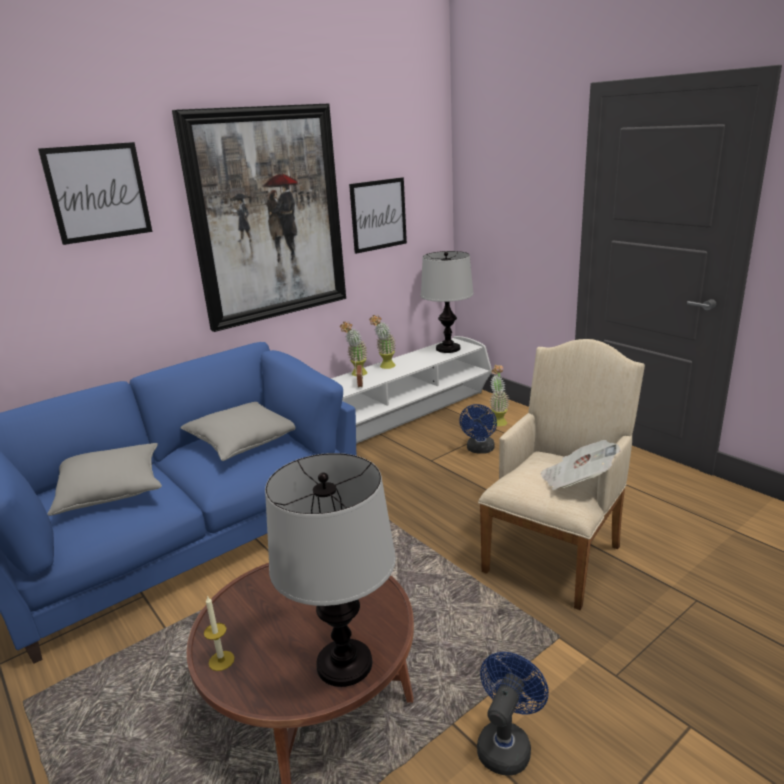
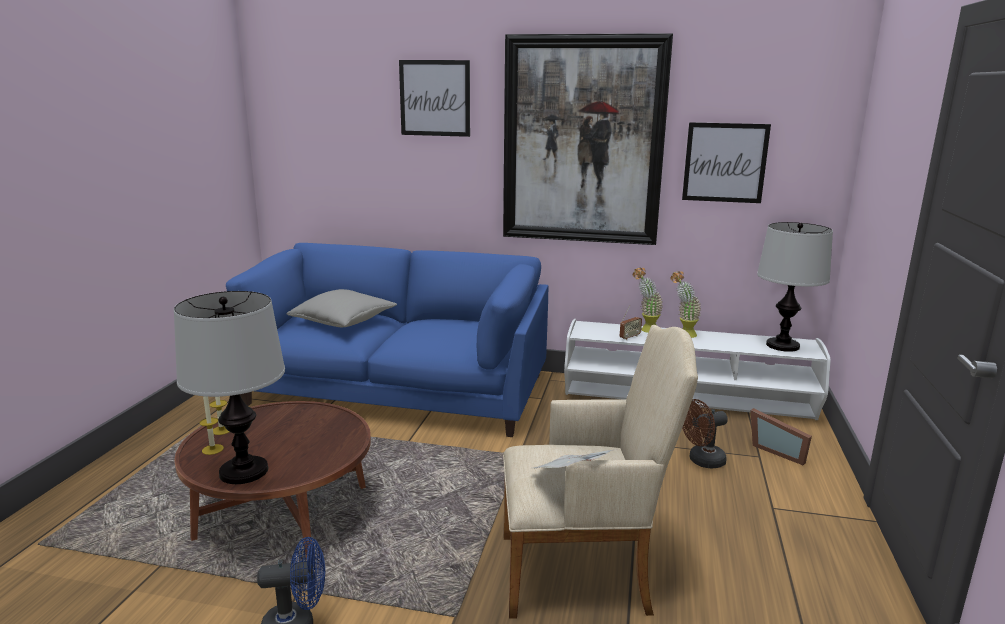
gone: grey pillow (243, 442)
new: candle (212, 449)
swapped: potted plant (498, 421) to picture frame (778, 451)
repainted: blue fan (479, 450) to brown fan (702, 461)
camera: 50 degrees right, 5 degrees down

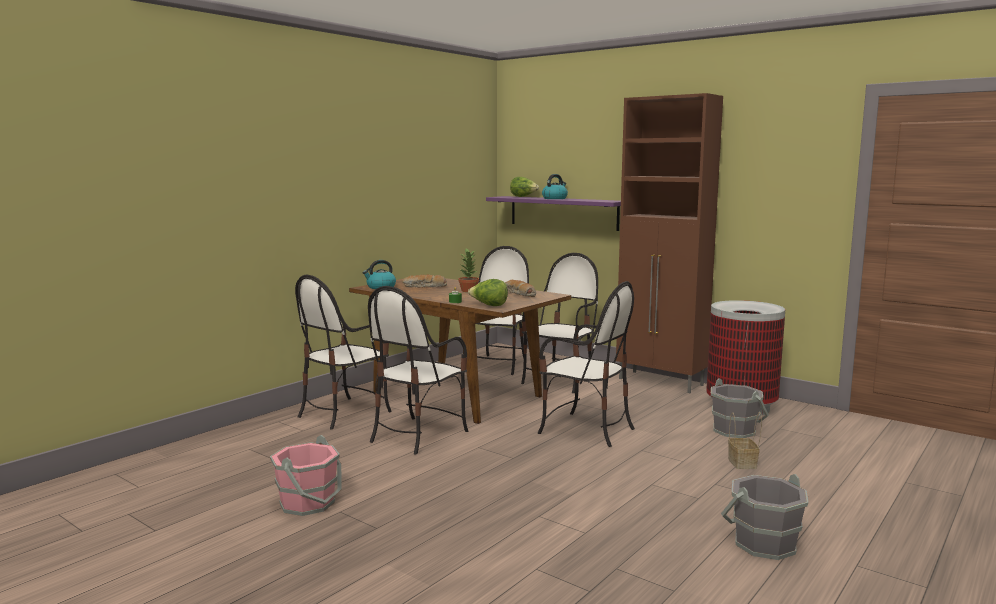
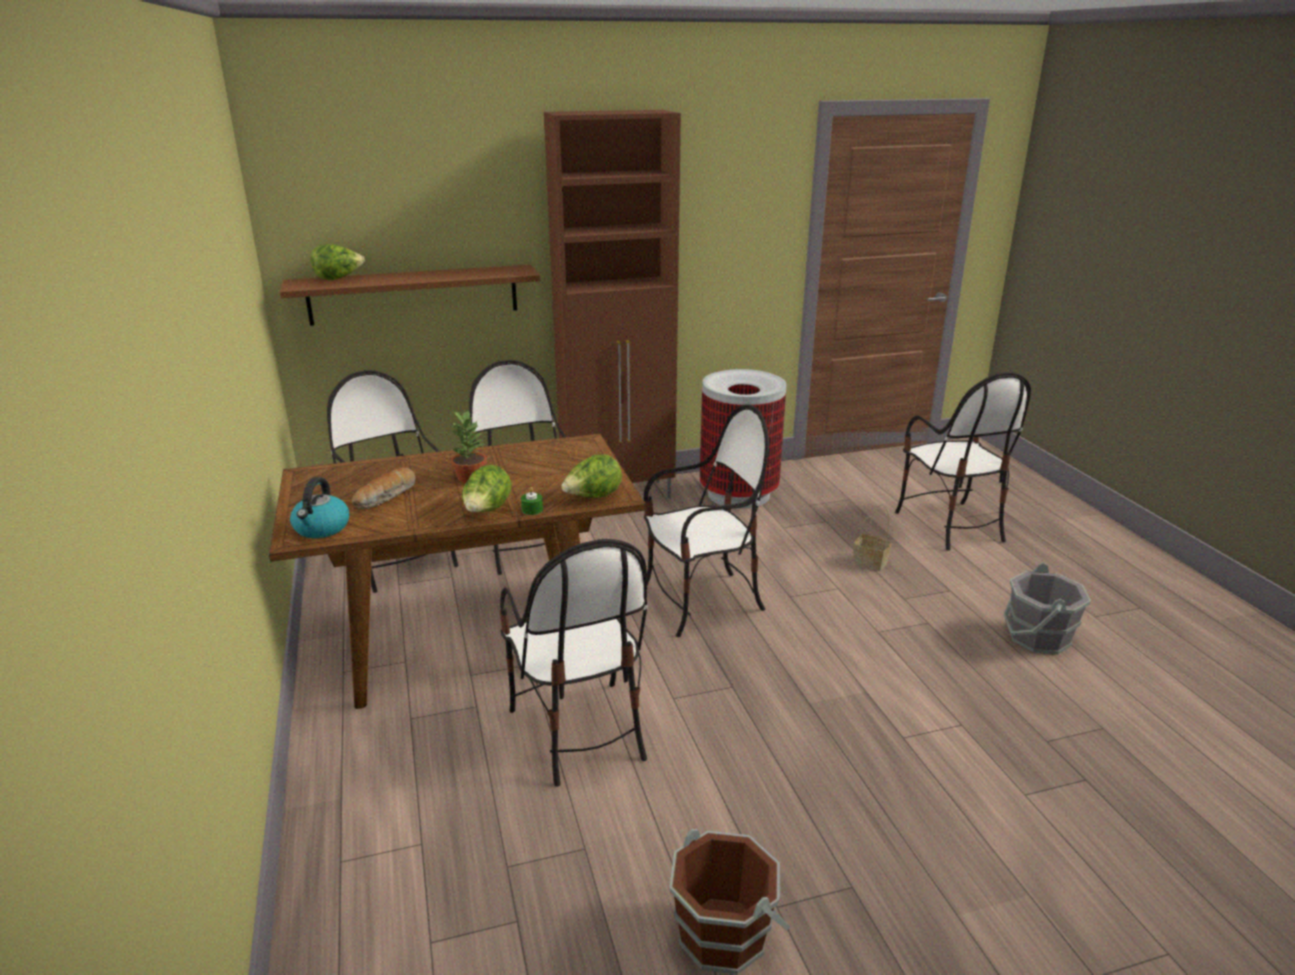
gone: bread (518, 294); kettle (555, 198); grey bucket (734, 430)
new: lettuce (487, 511)
shifted: chair (344, 413) to (949, 525)
repainted: pink bucket (308, 503) to brown bucket (723, 933); purple shelf (563, 212) to brown shelf (414, 294)
camera: 55 degrees left, 15 degrees up

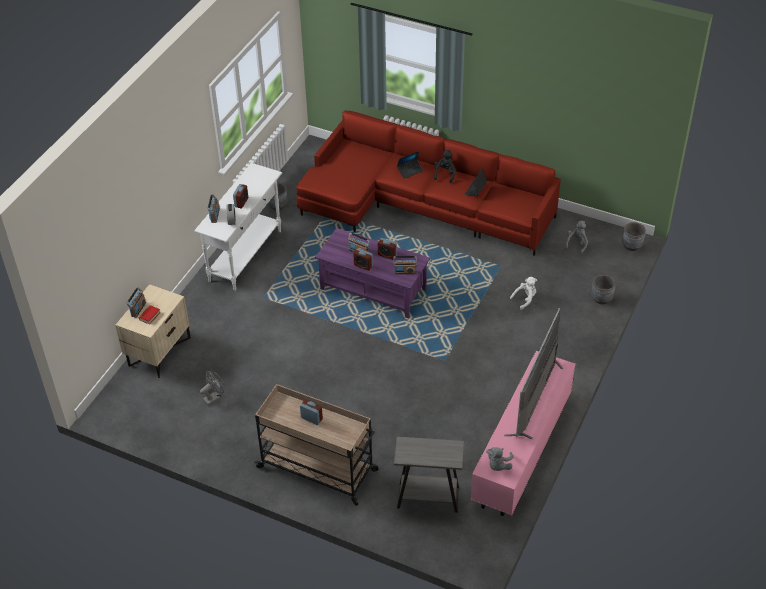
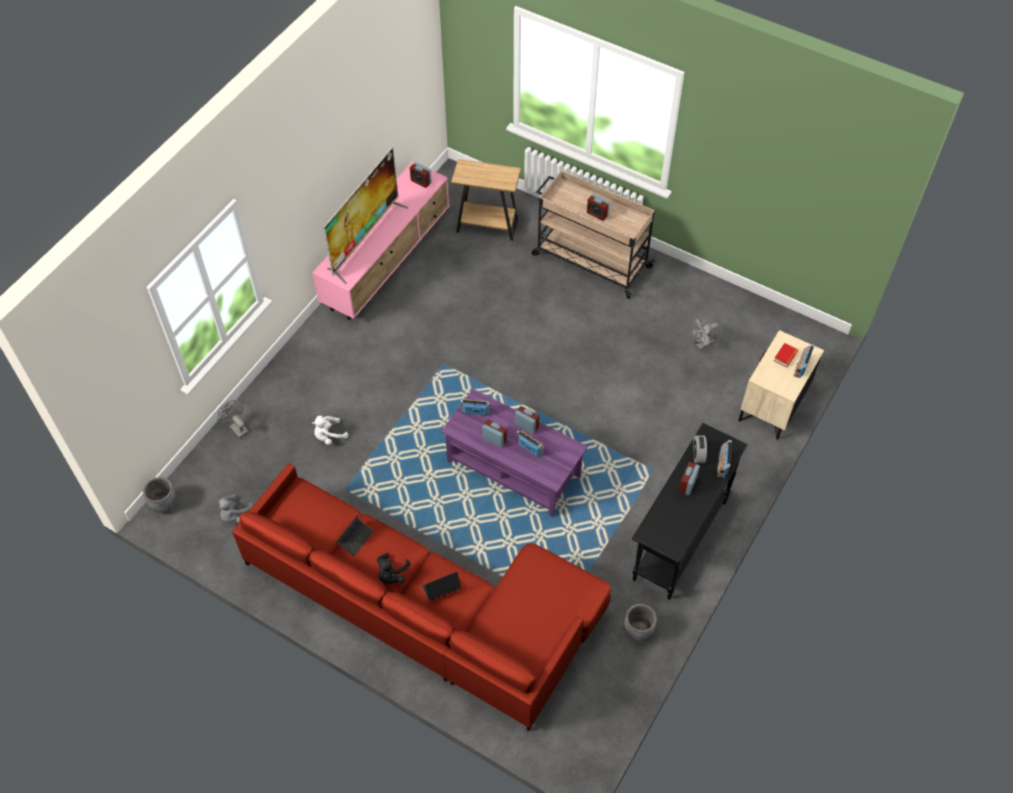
swapped: grey plush toy (498, 465) to alarm clock (421, 181); grey planter (601, 298) to grey fan (237, 427)
repainted: white console table (246, 255) to black console table (679, 540); grey side table (428, 498) to brown side table (487, 226)
camera: 175 degrees left, 10 degrees up

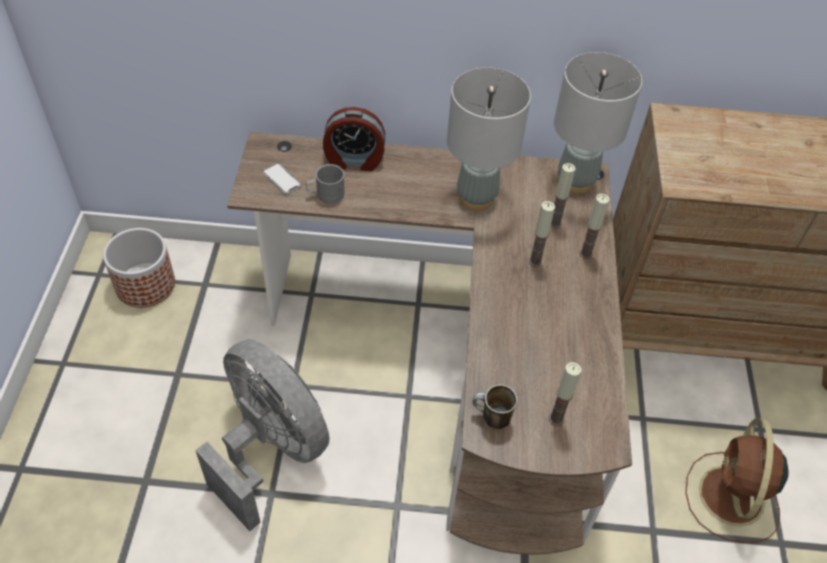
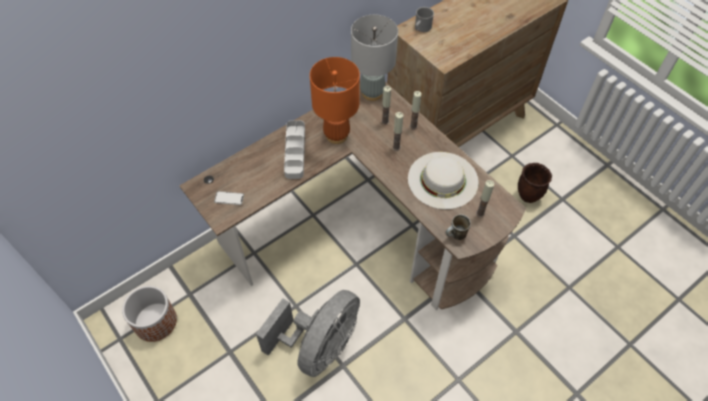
gone: alarm clock (354, 160)
new: grey tray (295, 151); white hat (443, 180)
shifted: grey mug (325, 194) to (421, 28)
swapped: brown fan (731, 498) to brown planter (528, 196)
repainted: grey table lamp (476, 198) to orange table lamp (337, 135)
rotated: grey fan (270, 449) = (319, 346) 120 degrees clockwise
camera: 40 degrees left, 5 degrees up

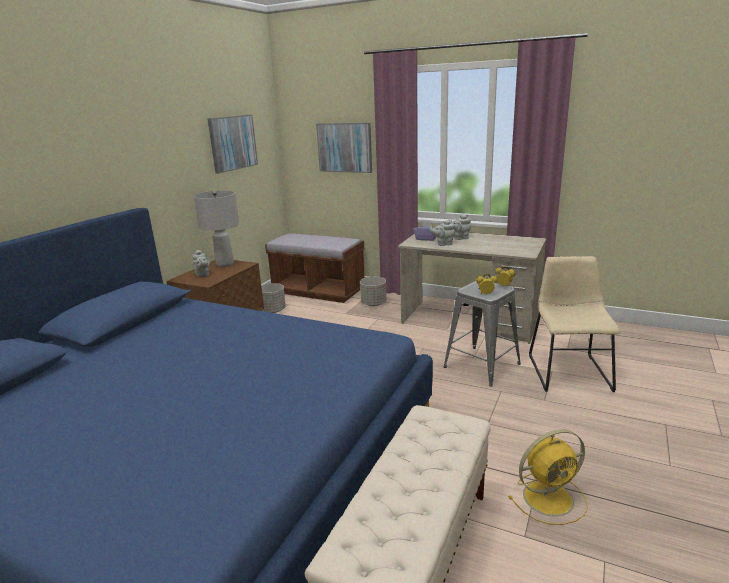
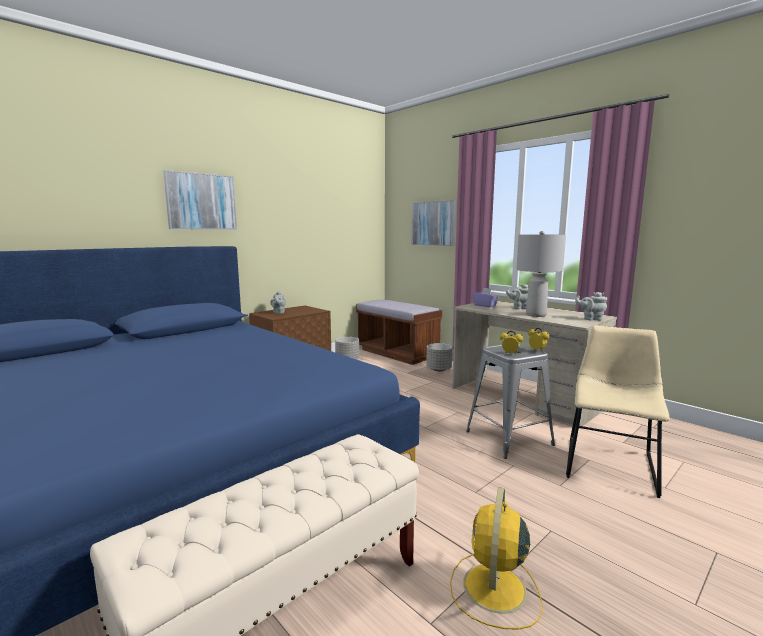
shifted: grey table lamp (225, 264) to (536, 315); picture (232, 143) to (201, 201); grey teapot (443, 244) to (591, 319)
rotated: yellow fan (550, 497) = (494, 590) 105 degrees clockwise
camera: 20 degrees right, 10 degrees down

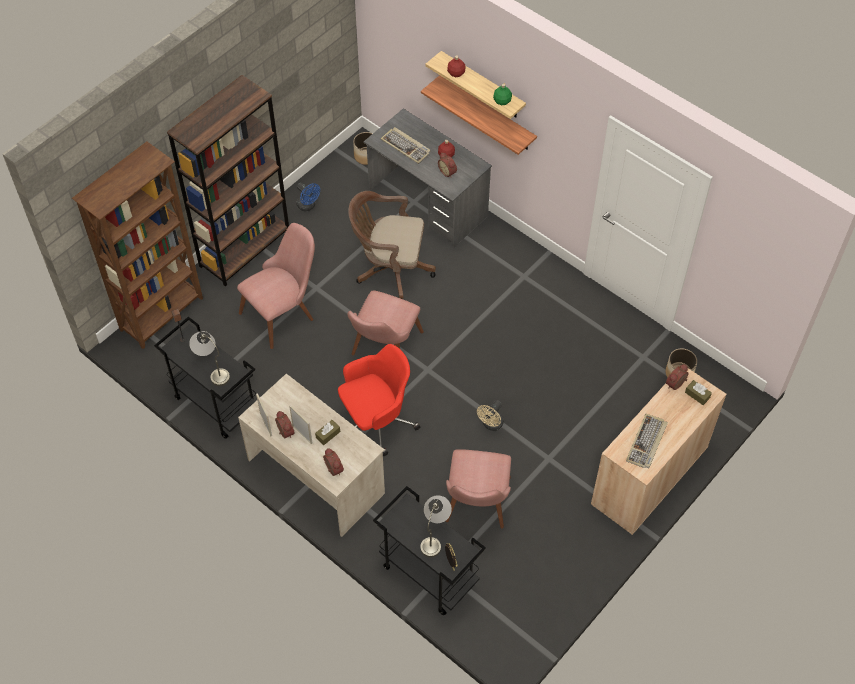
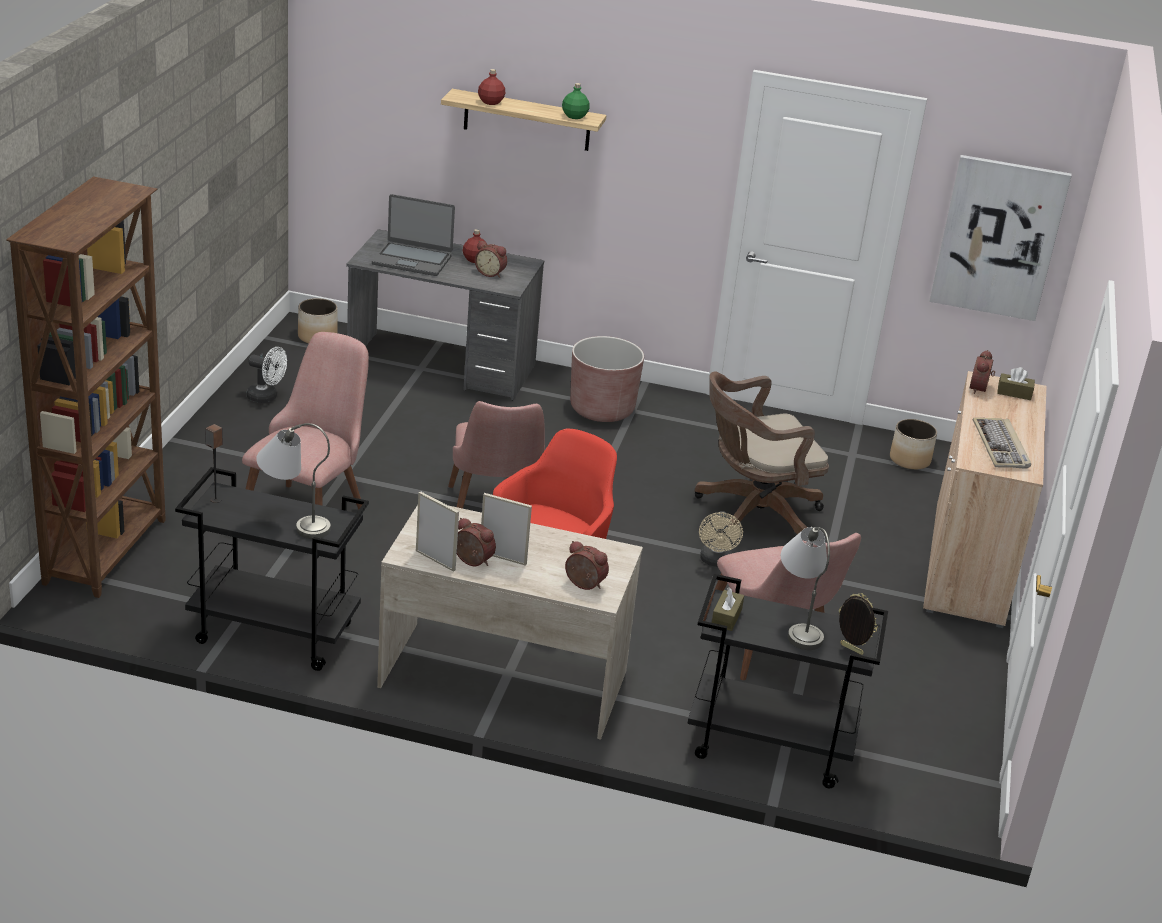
gone: brown bookcase (245, 248); shelf (487, 114)
new: brown planter (602, 409); picture (998, 237)
shifted: brown tissue box (328, 434) to (726, 617); brown office chair (390, 269) to (752, 515)
swapped: keyboard (406, 146) to laptop (412, 260)
repainted: blue fan (308, 206) to white fan (267, 397)
camera: 30 degrees left, 25 degrees down

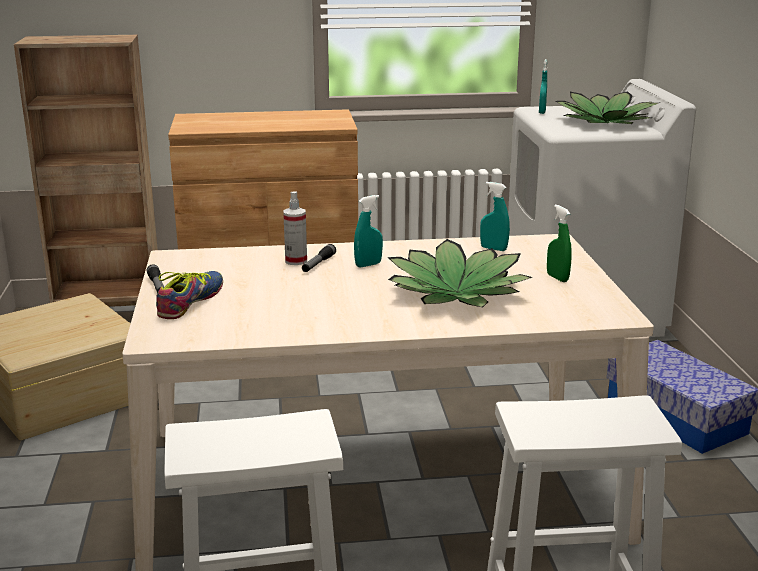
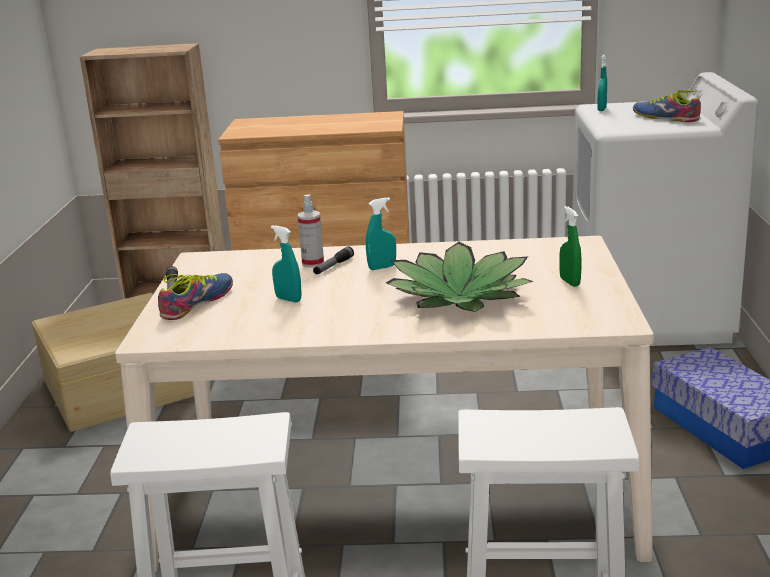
shifted: turquoise spray bottle (493, 249) to (288, 299)
swapped: potted plant (605, 121) to shoe (665, 118)
camera: 10 degrees right, 0 degrees up

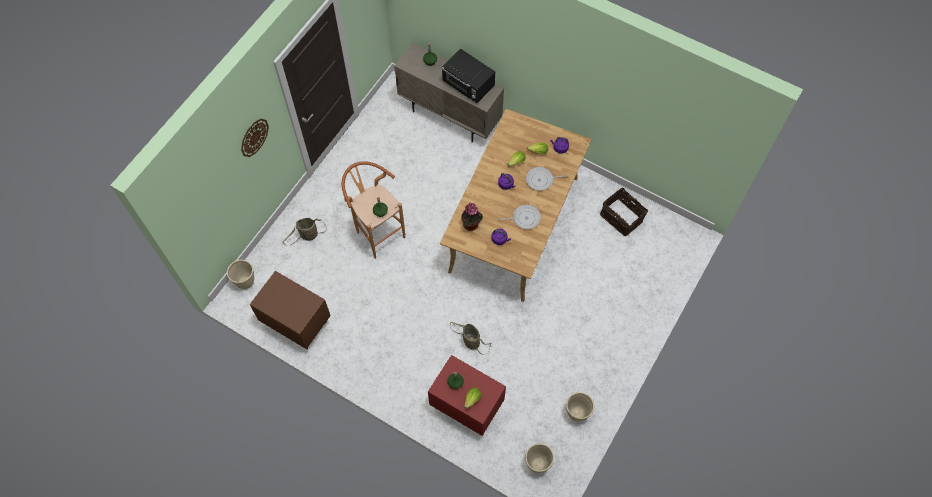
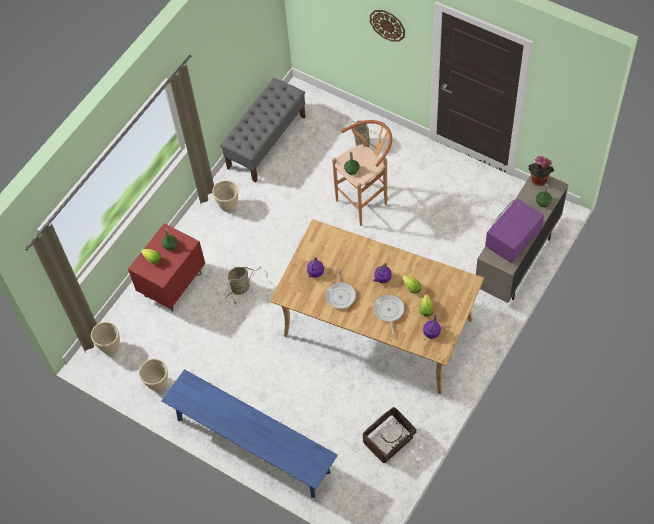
new: blue bench (252, 445)
shifted: beige planter (245, 282) to (228, 205); potted plant (471, 225) to (538, 181)
swapped: brown nightstand (296, 324) to grey bench (266, 142)
repainted: black microwave (468, 86) to purple microwave (512, 240)
camera: 95 degrees right, 5 degrees down

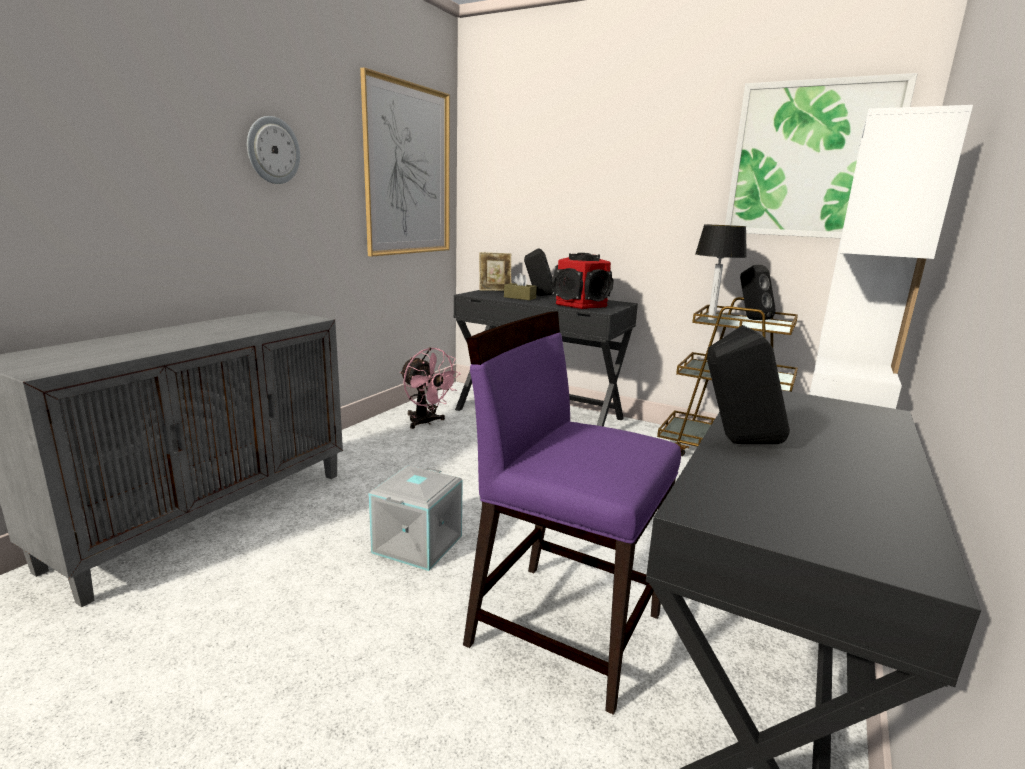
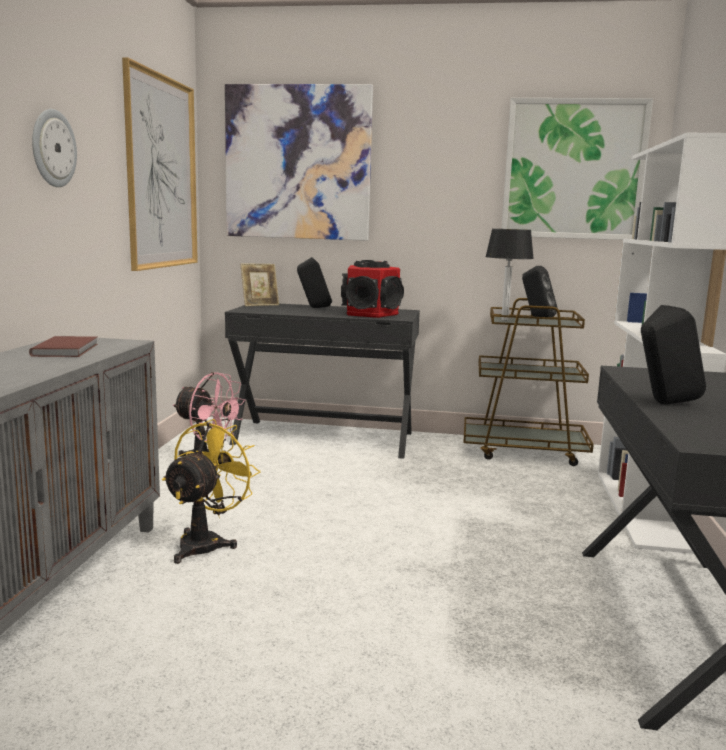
gone: grey storage box (418, 545); purple chair (563, 627); brown tissue box (519, 297)
new: brown book (68, 349); yellow fan (207, 543); picture (298, 163)
camera: 20 degrees left, 5 degrees down

